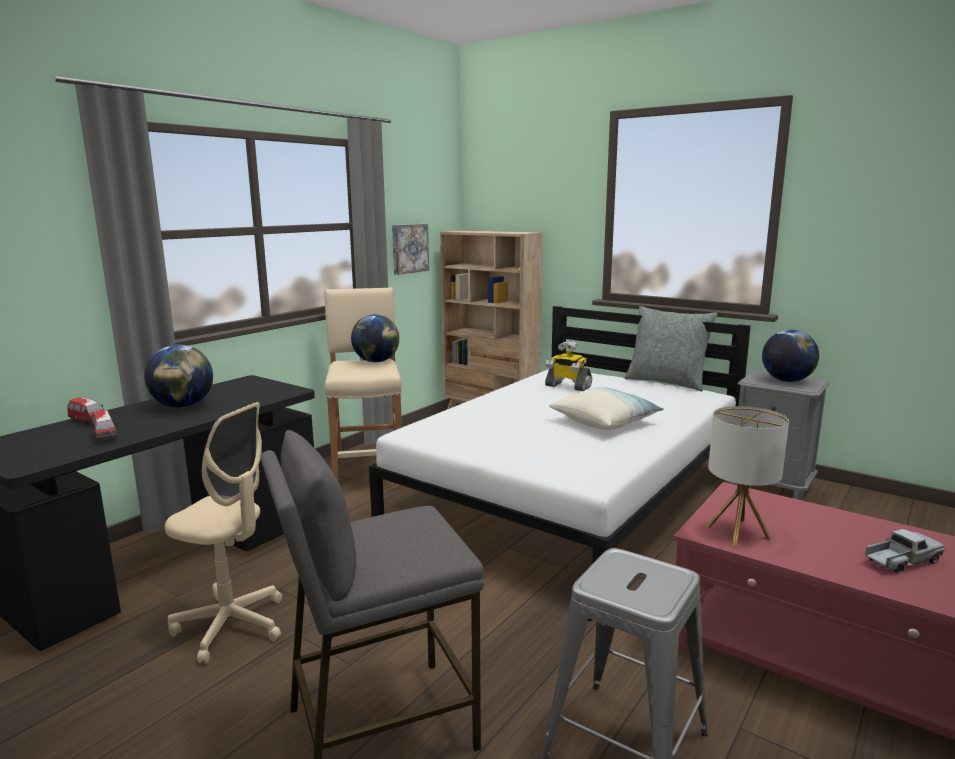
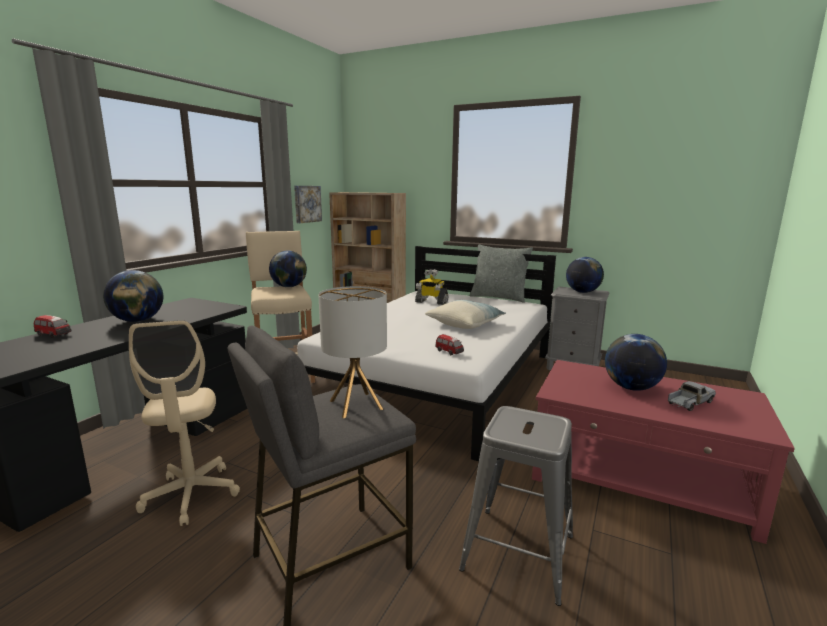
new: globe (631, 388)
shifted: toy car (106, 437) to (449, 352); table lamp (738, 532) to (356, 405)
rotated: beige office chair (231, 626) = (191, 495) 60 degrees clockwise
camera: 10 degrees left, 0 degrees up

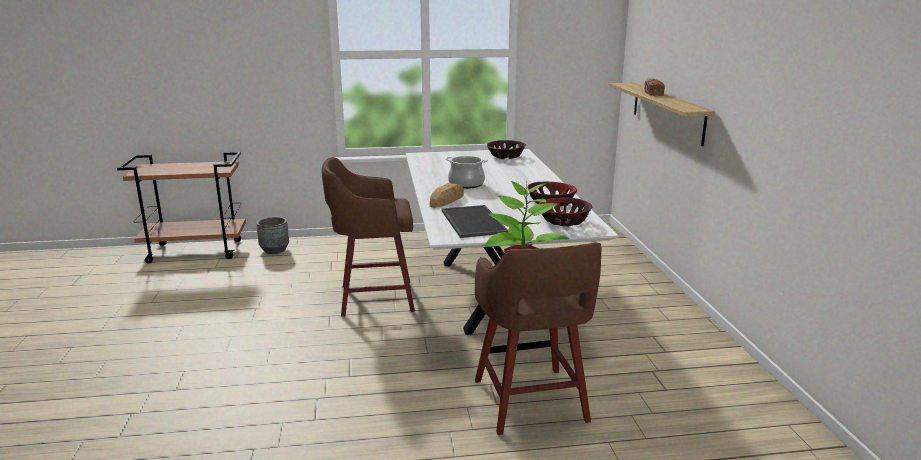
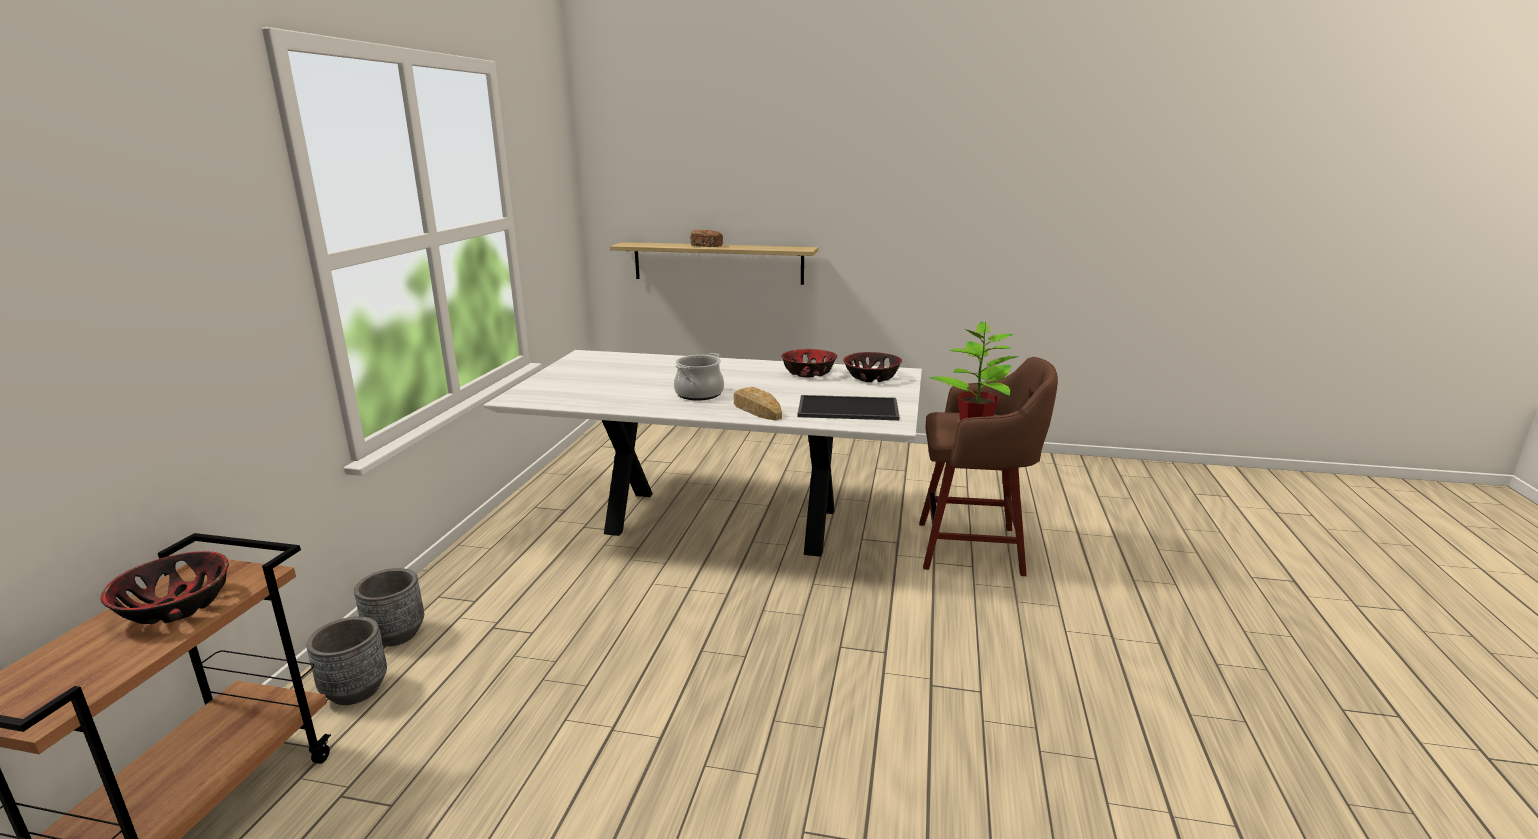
gone: brown stool (373, 298)
new: grey planter (396, 634)
shifted: bowl (505, 156) to (176, 607)
camera: 70 degrees left, 0 degrees up

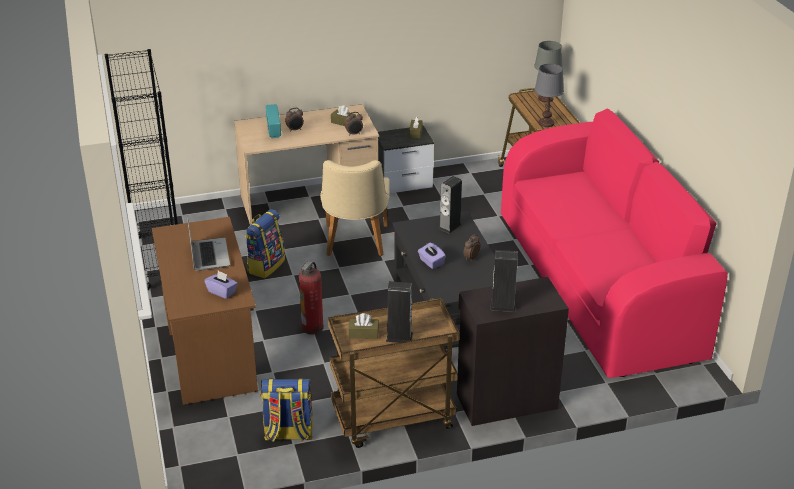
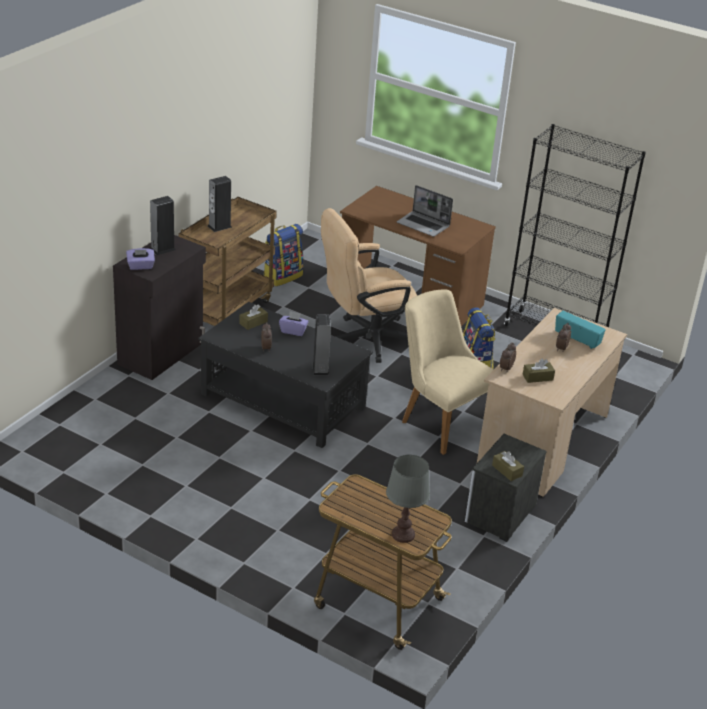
gone: pink sofa (597, 284); grey table lamp (546, 123)
shifted: purple tissue box (222, 292) to (140, 266); brown tissue box (363, 333) to (253, 322)
swapped: fire extinguisher (312, 327) to beige office chair (365, 340)
camera: 135 degrees right, 0 degrees up

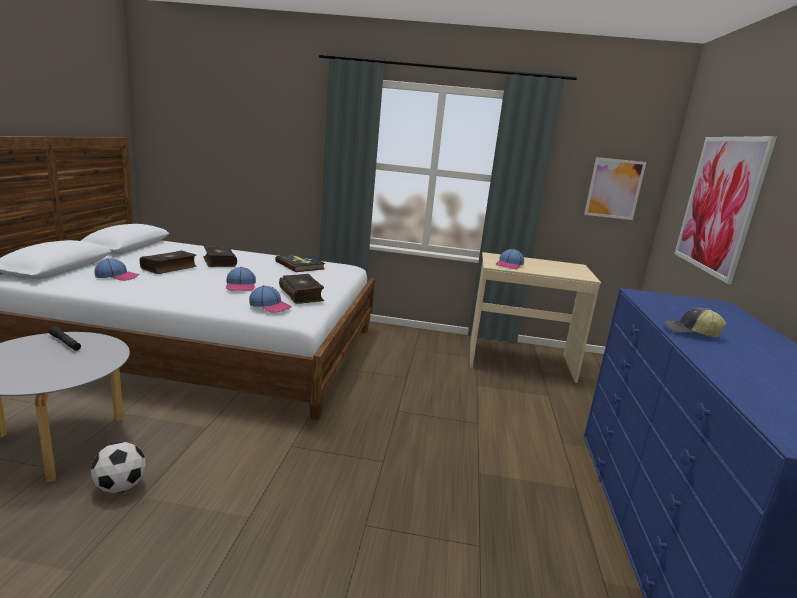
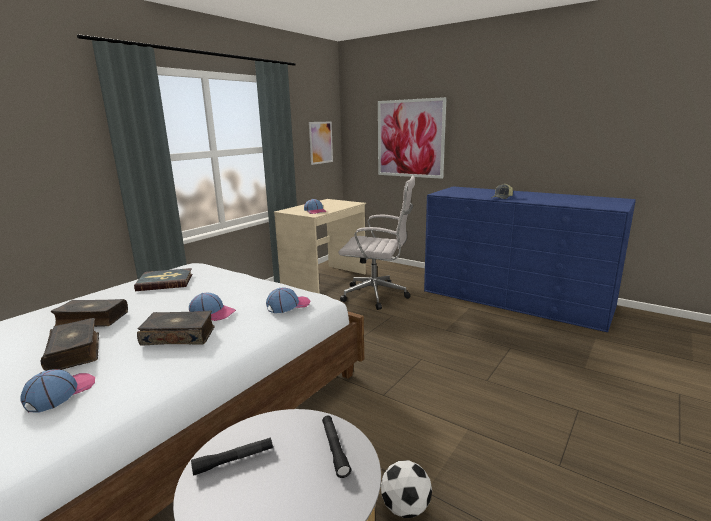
new: black flashlight (335, 449); white office chair (378, 296)
shifted: book (302, 295) to (179, 336)
camera: 60 degrees left, 0 degrees up

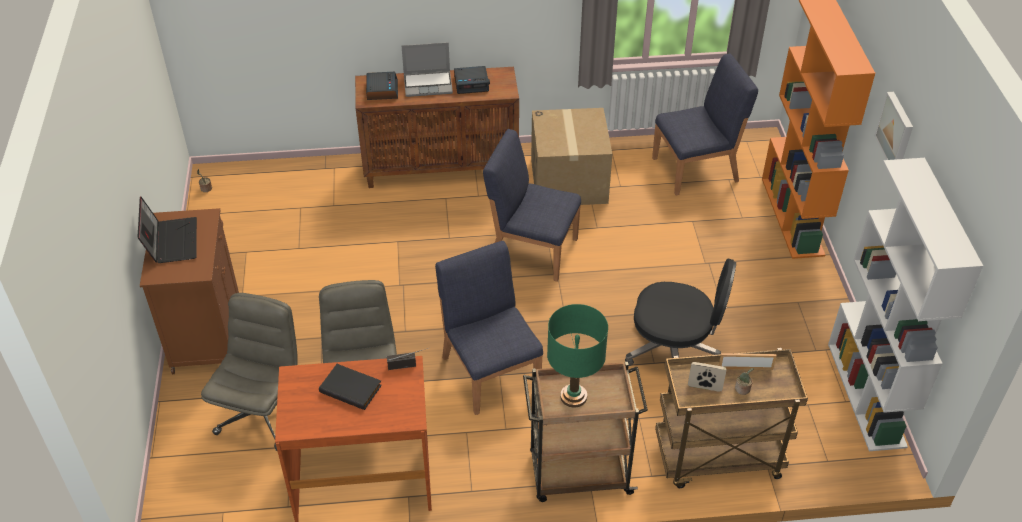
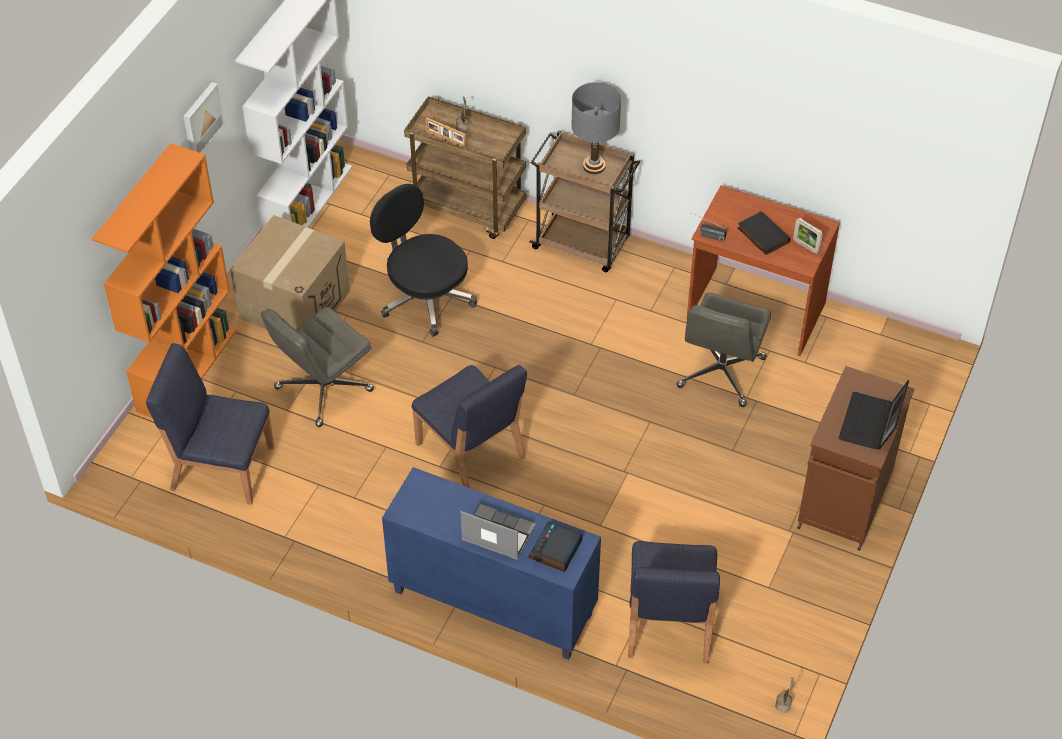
gone: alarm clock (471, 83)
shifted: grey office chair (263, 414) to (323, 390); blue chair (491, 372) to (668, 623); cardboard box (569, 181) to (294, 304); picture frame (704, 387) to (806, 246)
repainted: brown cabinet (441, 168) to blue cabinet (491, 603); green table lamp (573, 396) to grey table lamp (594, 166)
camera: 150 degrees left, 5 degrees up

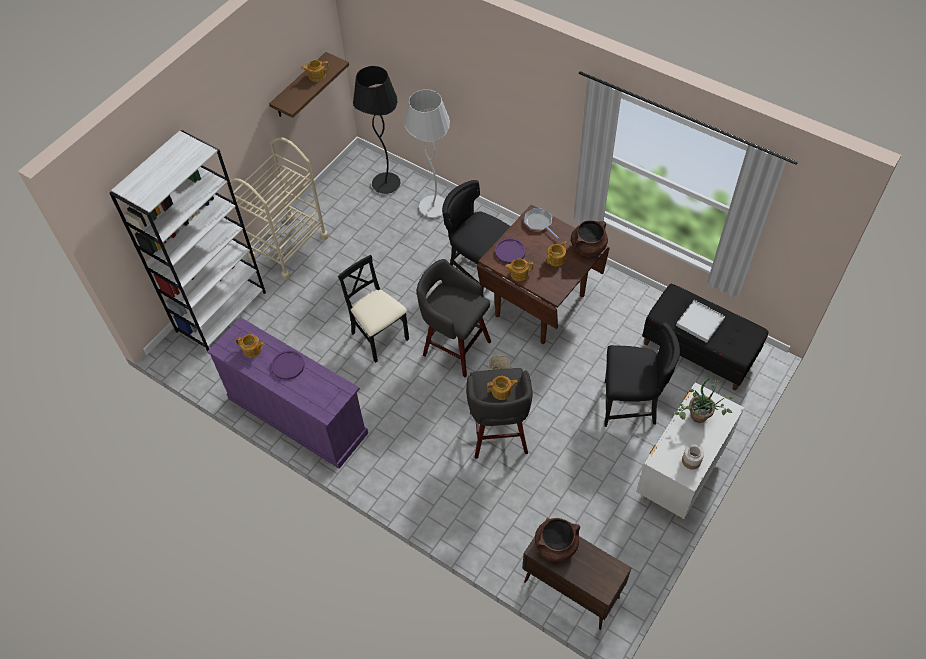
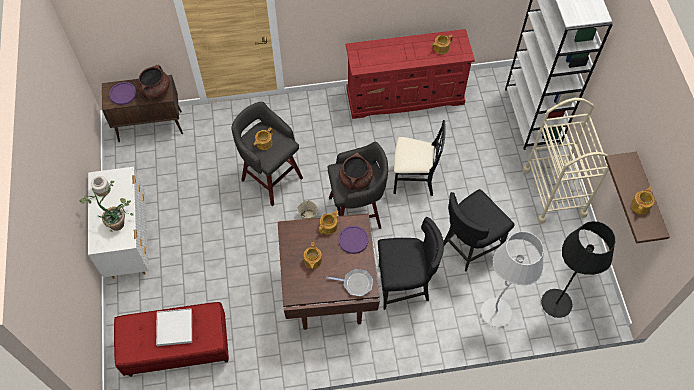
shifted: purple plate (288, 365) to (123, 94); brown cooking pot (588, 247) to (356, 180); black chair (631, 405) to (469, 246)
repainted: purple dresser (296, 415) to red dresser (405, 96); black bench (699, 351) to red bench (177, 349)
camera: 135 degrees right, 5 degrees up

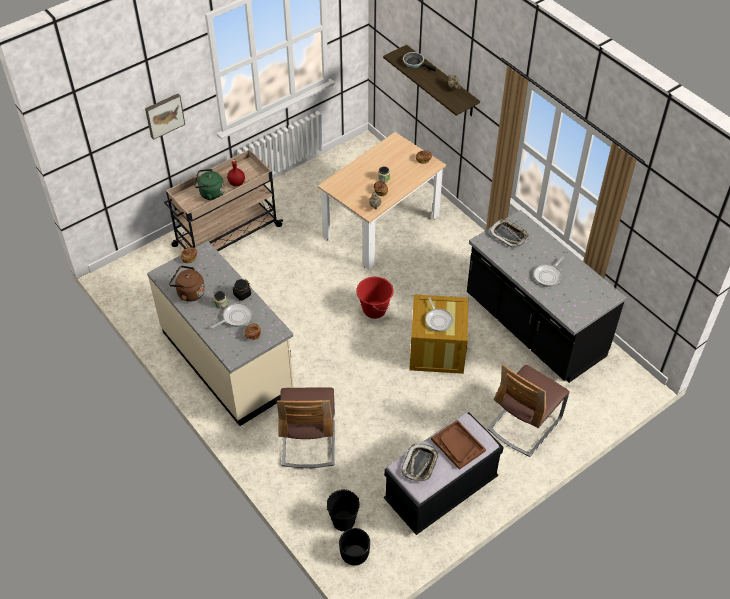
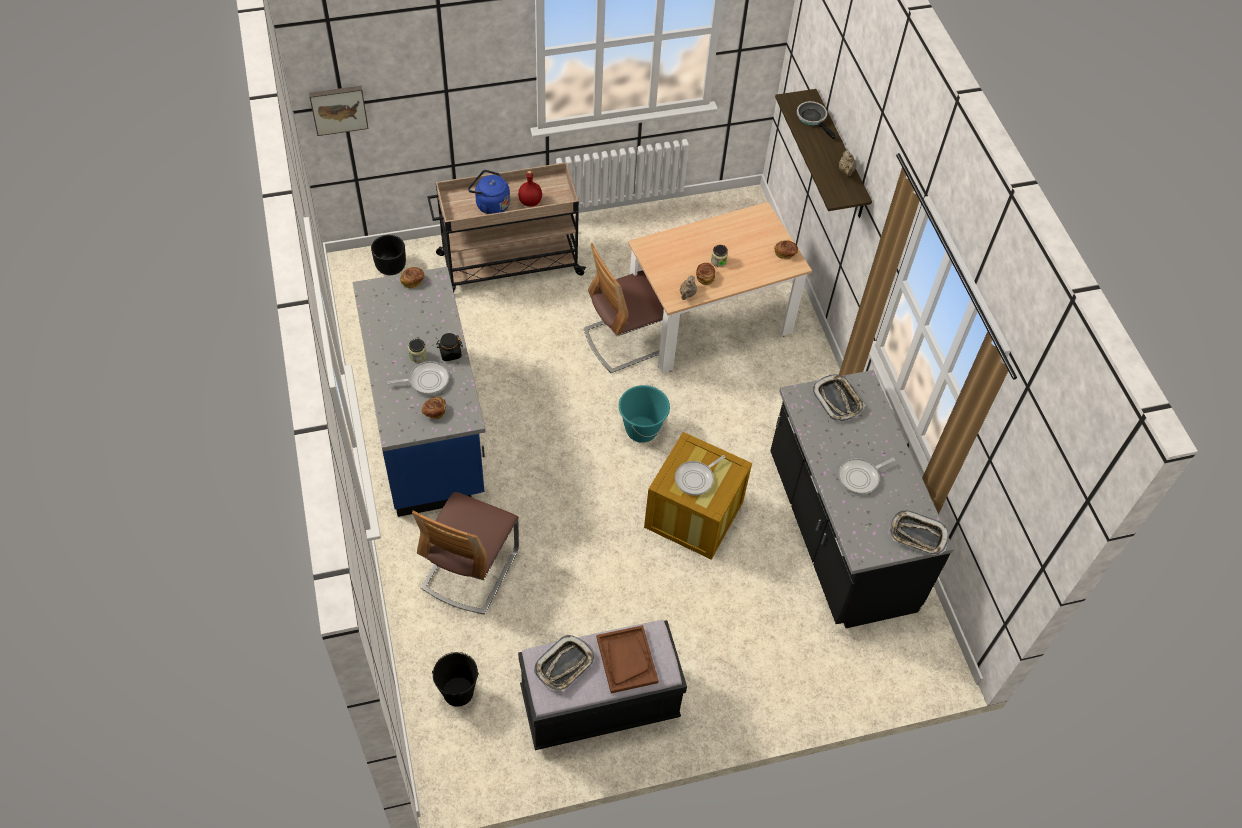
gone: brown kettle (189, 293)
new: tray (917, 535)
shifted: picture (164, 115) to (338, 108); black planter (354, 554) to (391, 266); chair (524, 424) to (627, 339)
repainted: beige counter (228, 361) to blue counter (427, 427); green kettle (210, 193) to blue kettle (490, 204); red bucket (374, 310) to turquoise bucket (641, 429)
rotated: frying pan (438, 320) = (696, 478) 45 degrees clockwise
camera: 20 degrees right, 5 degrees up

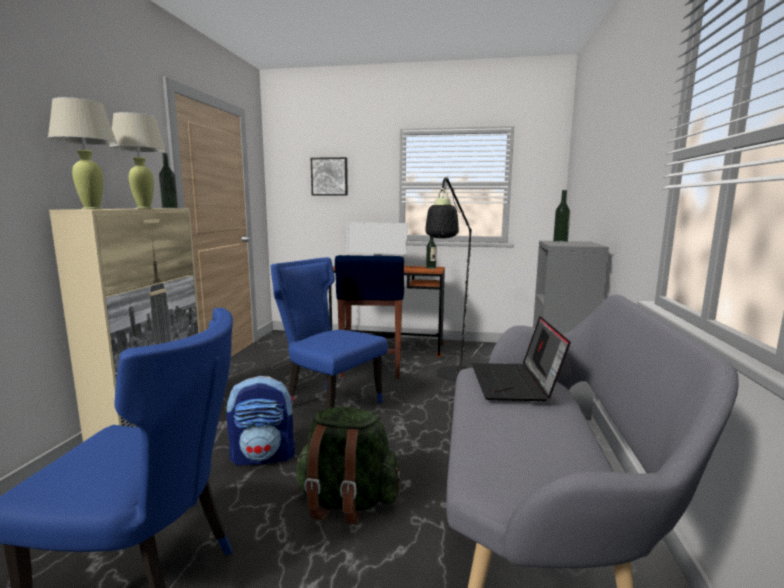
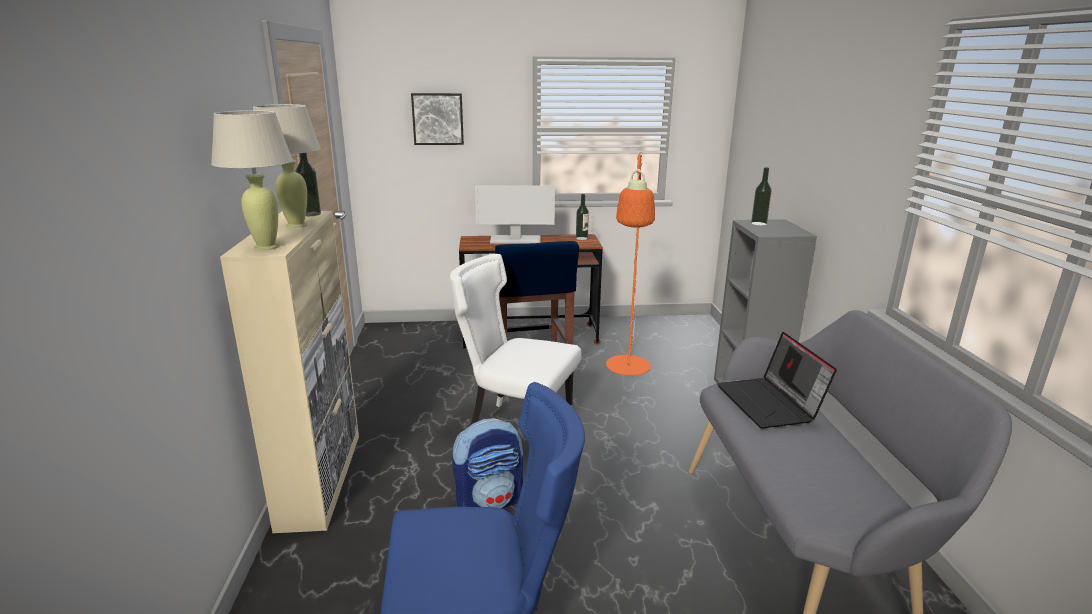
gone: green backpack (346, 502)
repainted: blue chair (329, 405) to white chair (516, 427); black floor lamp (453, 377) to orange floor lamp (627, 370)
camera: 15 degrees left, 10 degrees up

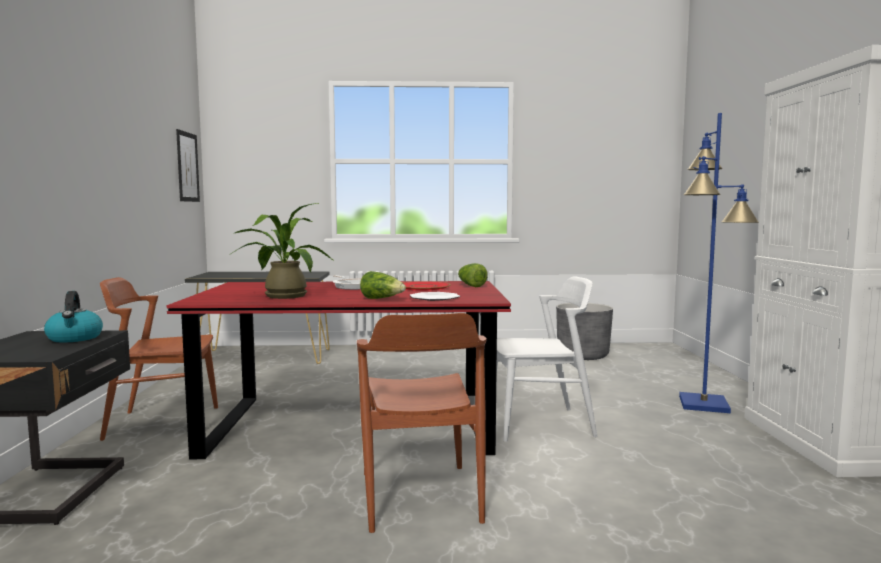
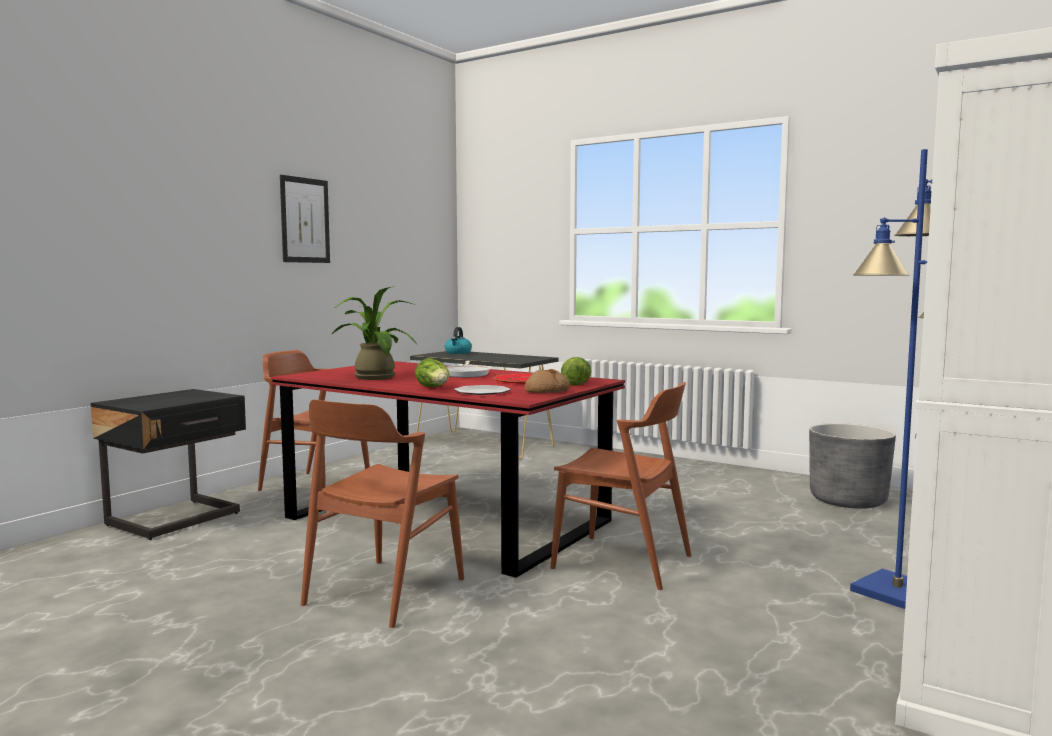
new: bread (547, 391)
shifted: kettle (75, 338) to (458, 352); picture (187, 167) to (305, 220)
repainted: white chair (539, 424) to brown chair (623, 561)
camera: 35 degrees right, 0 degrees up

